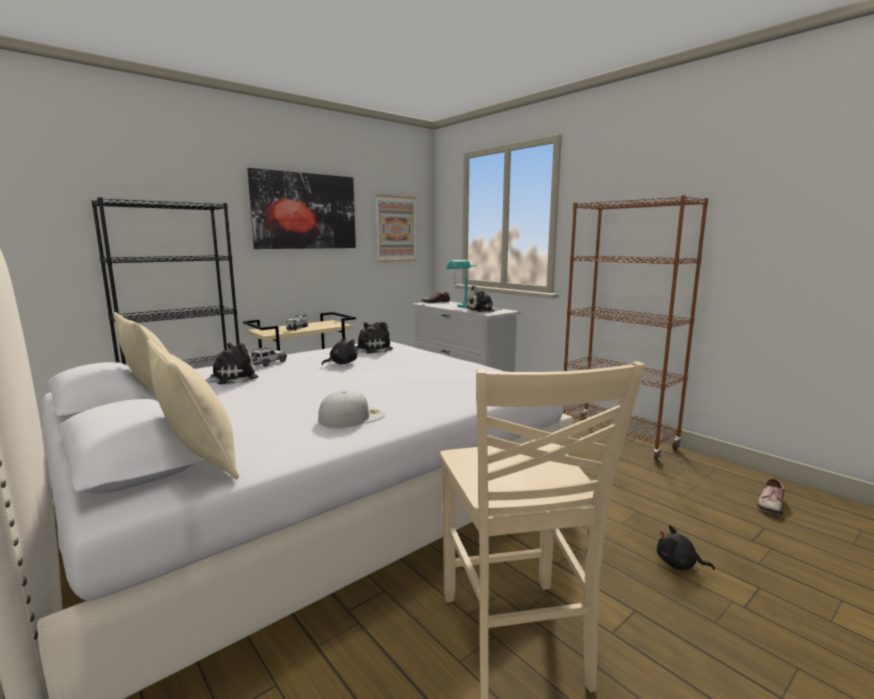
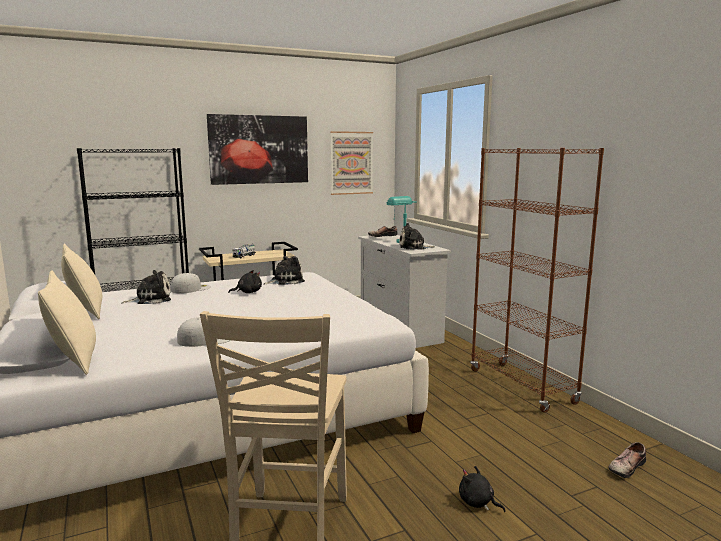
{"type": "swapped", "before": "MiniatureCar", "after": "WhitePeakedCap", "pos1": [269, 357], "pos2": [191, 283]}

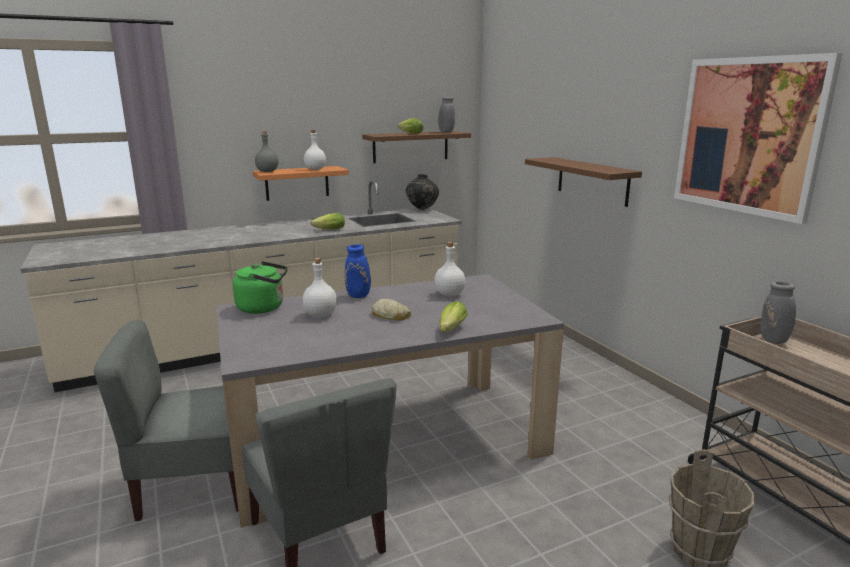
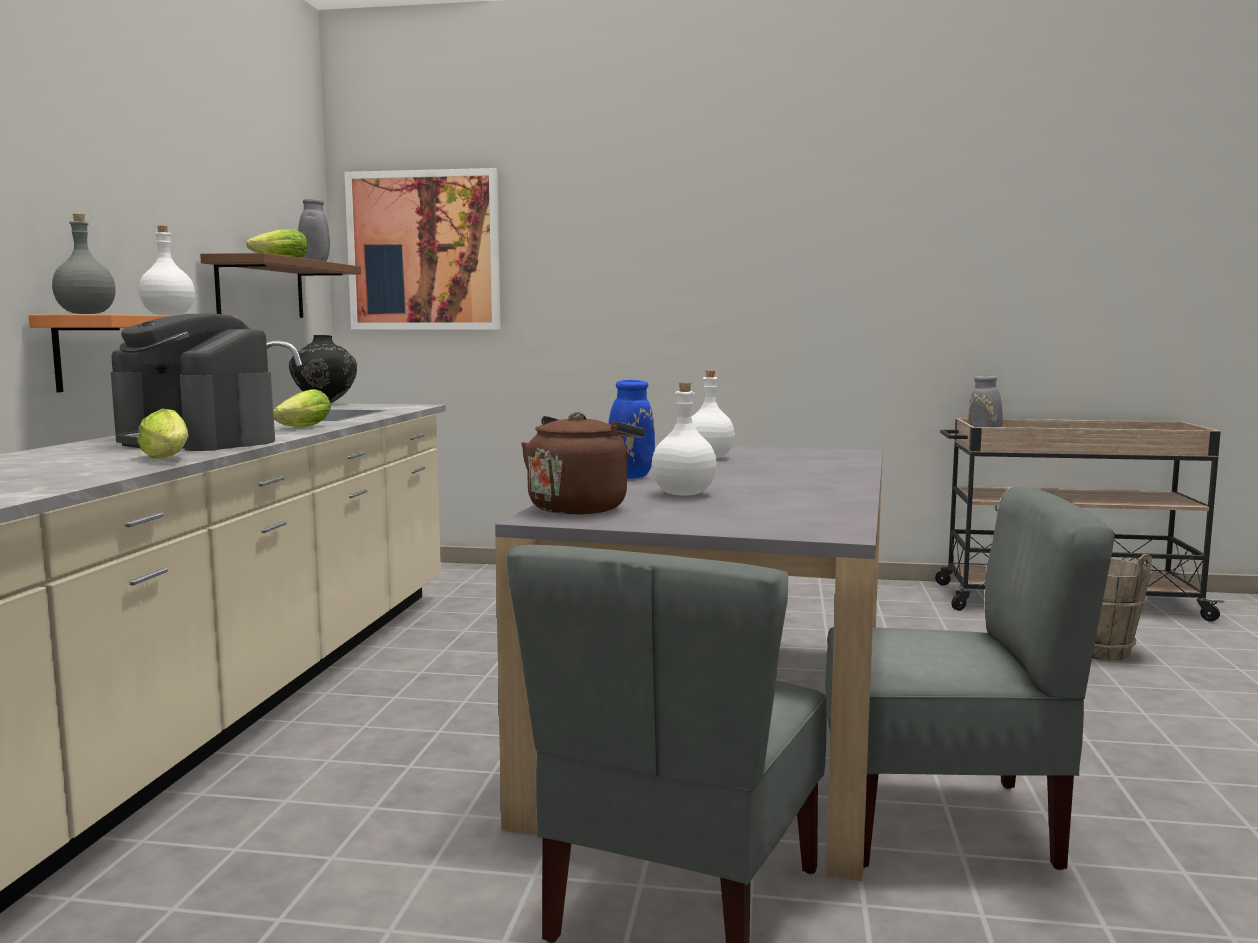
{"type": "new", "after": "CoffeeMaker", "pos2": [193, 382]}
{"type": "shifted", "before": "Lettuce", "pos1": [453, 316], "pos2": [163, 433]}
{"type": "shifted", "before": "WallPicture", "pos1": [758, 138], "pos2": [423, 248]}
{"type": "repainted", "before": "GreenishKettle", "after": "BrownColouredKettle", "pos1": [260, 287], "pos2": [583, 463]}
{"type": "gone", "before": "Bread", "pos1": [391, 310]}
{"type": "gone", "before": "BrownColouredBracketShelf", "pos1": [583, 182]}

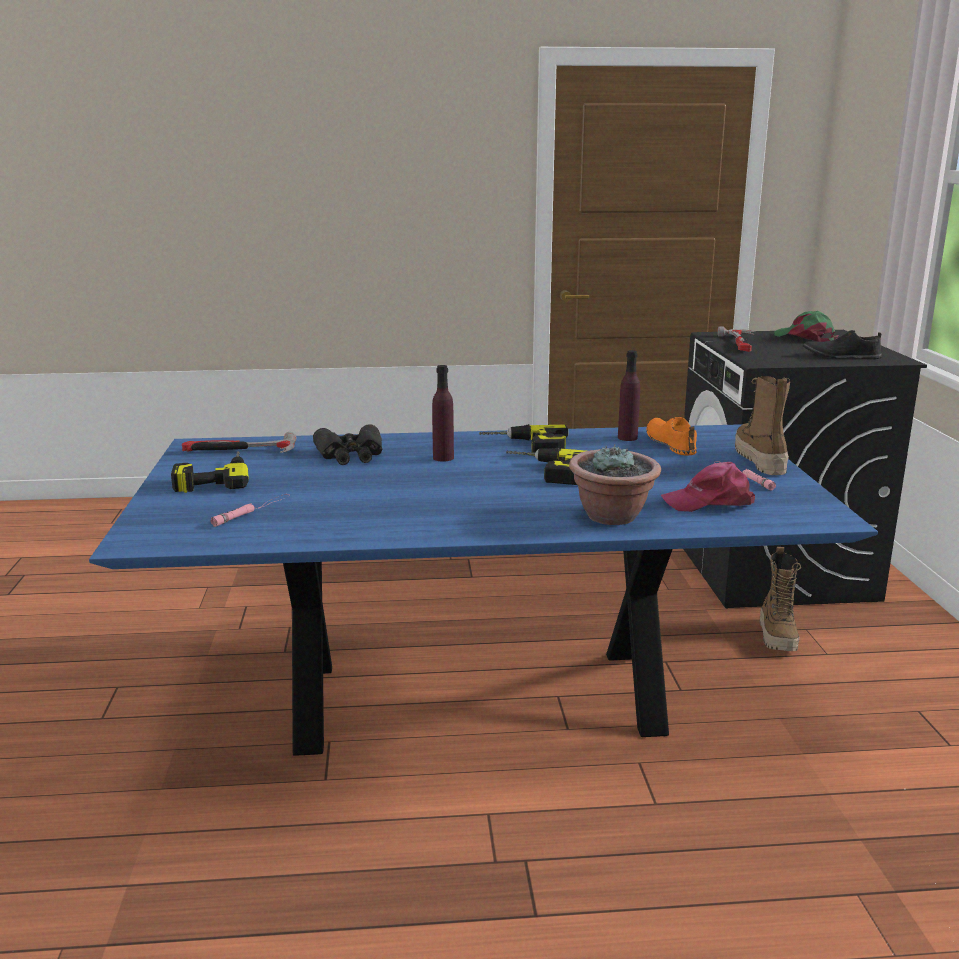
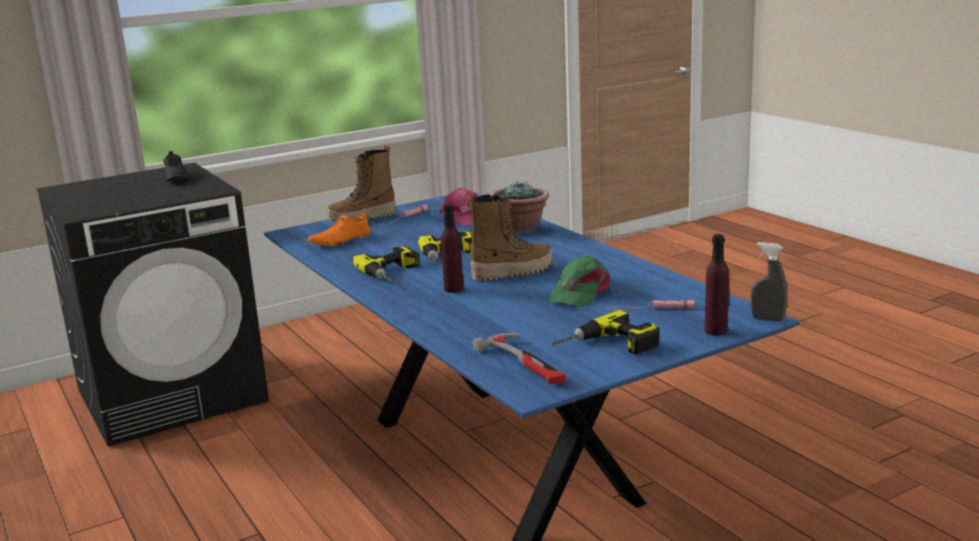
{"type": "shifted", "before": "HighTopBoot", "pos1": [780, 599], "pos2": [510, 237]}
{"type": "shifted", "before": "GreenishPeakedCap", "pos1": [806, 326], "pos2": [578, 281]}
{"type": "shifted", "before": "PurpleBeverageBottle", "pos1": [629, 395], "pos2": [717, 285]}
{"type": "new", "after": "GreyishHandSprayer", "pos2": [768, 282]}
{"type": "gone", "before": "BlackishFieldGlasses", "pos1": [347, 444]}
{"type": "gone", "before": "Hammer", "pos1": [736, 339]}

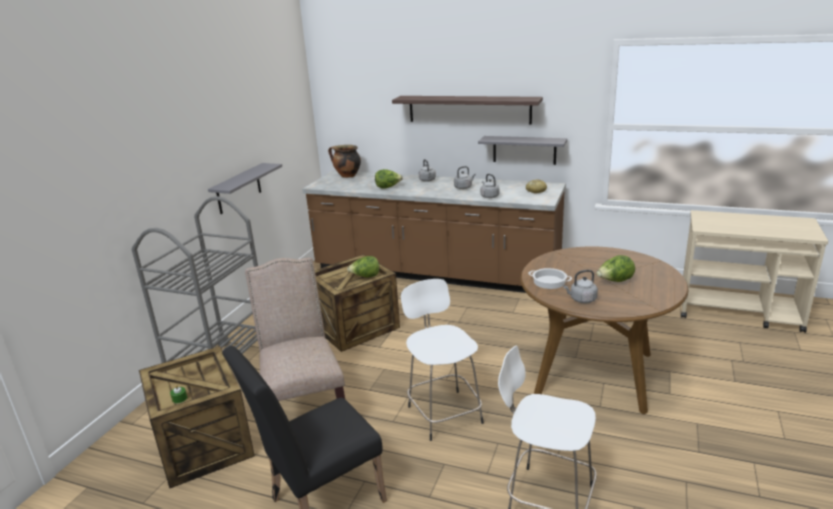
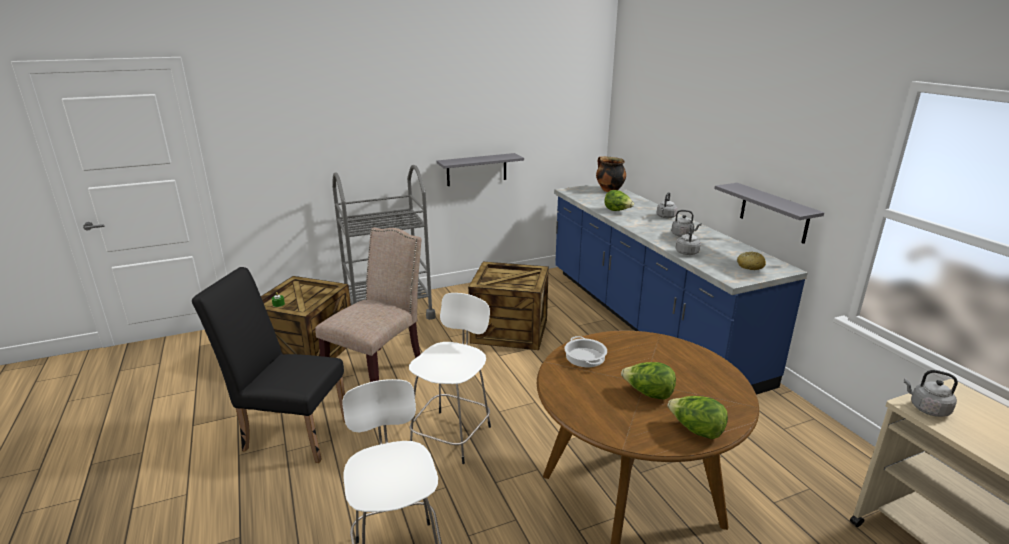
{"type": "repainted", "before": "BrownColouredCounter", "after": "BlueColouredCounter", "pos1": [434, 231], "pos2": [681, 289]}
{"type": "shifted", "before": "Lettuce", "pos1": [363, 266], "pos2": [698, 417]}
{"type": "shifted", "before": "GreyishKettle", "pos1": [581, 286], "pos2": [931, 393]}
{"type": "gone", "before": "BracketShelf", "pos1": [467, 110]}

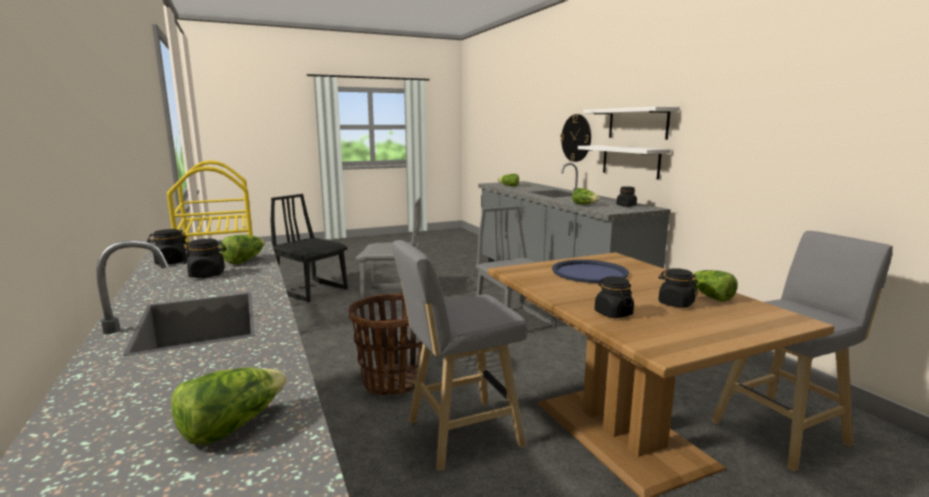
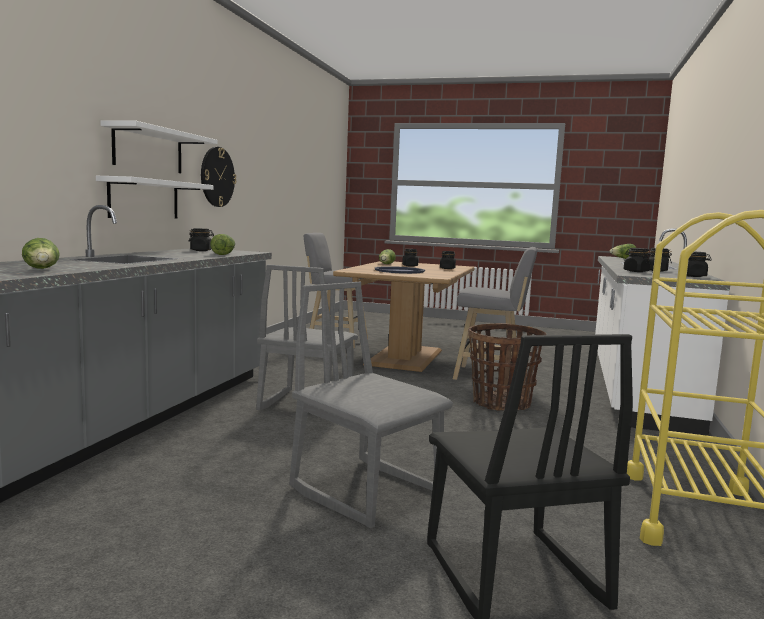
{"type": "shifted", "before": "HangingClock", "pos1": [575, 138], "pos2": [218, 177]}
{"type": "swapped", "before": "Lettuce", "after": "BlackishPreserveJar", "pos1": [242, 249], "pos2": [637, 260]}

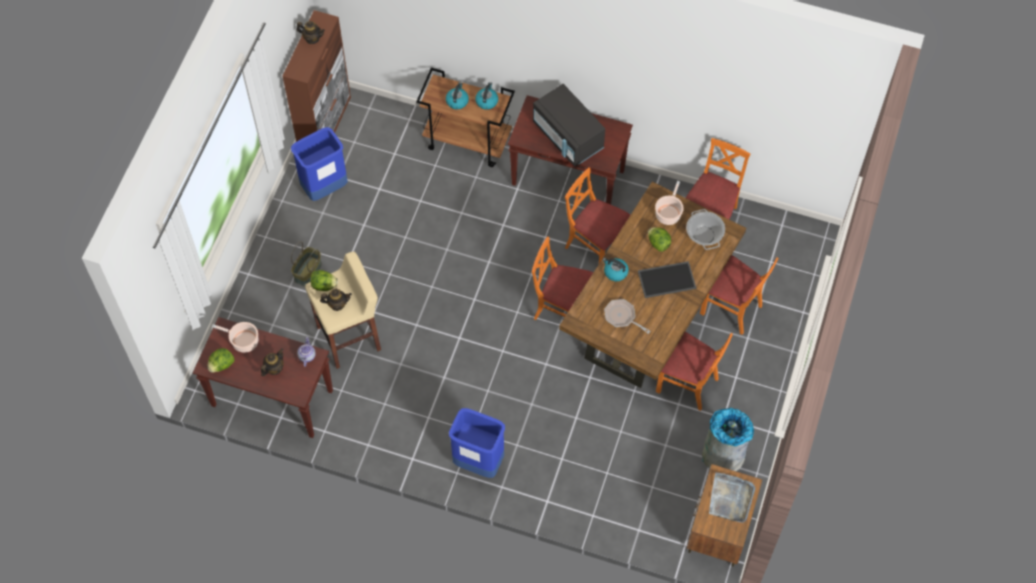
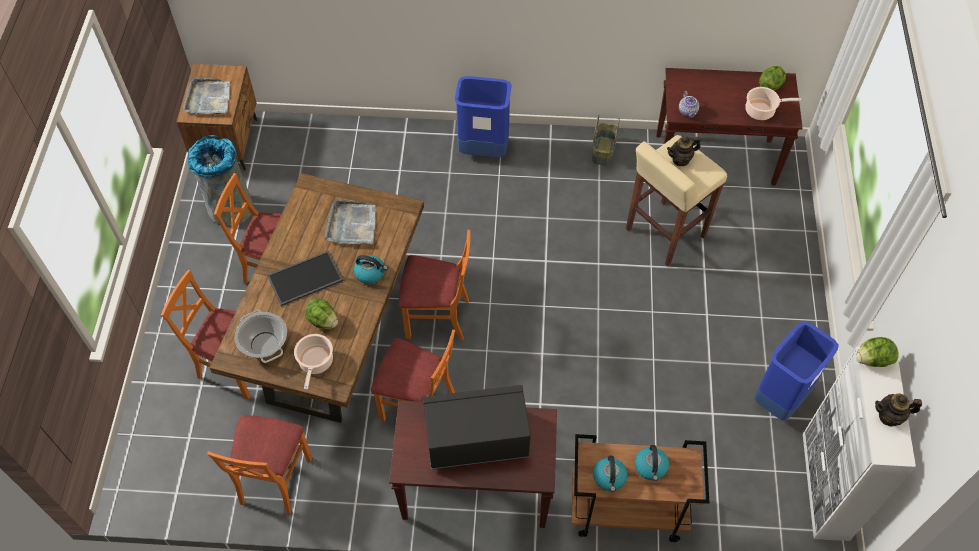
{"type": "swapped", "before": "FryingPan", "after": "GreyishServingTray", "pos1": [627, 316], "pos2": [349, 222]}
{"type": "rotated", "before": "BlackishKitchenMicrowave", "pos1": [569, 125], "pos2": [477, 427], "turn": -45}
{"type": "shifted", "before": "StorageBasket", "pos1": [306, 264], "pos2": [606, 140]}
{"type": "repainted", "before": "BrownColouredStorageCabinet", "after": "WhiteStorageCabinet", "pos1": [316, 76], "pos2": [859, 443]}
{"type": "shifted", "before": "Lettuce", "pos1": [324, 280], "pos2": [877, 352]}
{"type": "gone", "before": "Teapot", "pos1": [272, 362]}

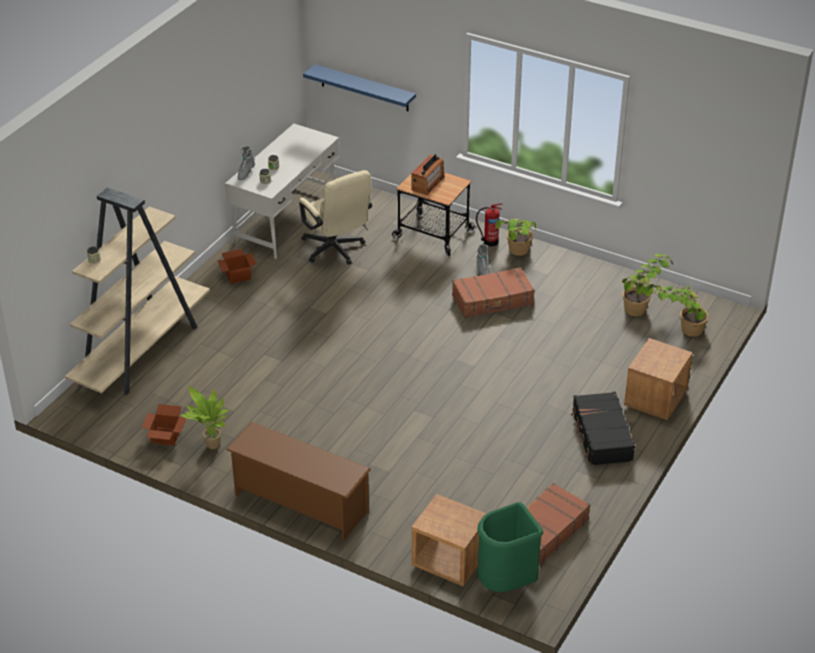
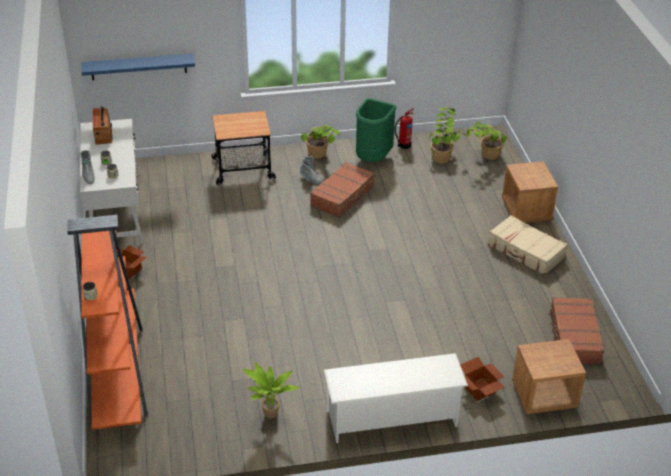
{"type": "repainted", "before": "BeigeColouredBookcase", "after": "OrangeyBookcase", "pos1": [137, 291], "pos2": [107, 322]}
{"type": "shifted", "before": "RadioSet", "pos1": [428, 174], "pos2": [102, 125]}
{"type": "repainted", "before": "BrownColouredShoeStand", "after": "WhiteShoeStand", "pos1": [298, 481], "pos2": [396, 398]}
{"type": "shifted", "before": "GreenishTrashCan", "pos1": [510, 547], "pos2": [376, 130]}
{"type": "shifted", "before": "FireFightingCylinder", "pos1": [489, 224], "pos2": [404, 128]}
{"type": "shifted", "before": "CardboardBox", "pos1": [164, 425], "pos2": [482, 379]}
{"type": "repainted", "before": "BlackishPieceOfLuggage", "after": "BeigeColouredPieceOfLuggage", "pos1": [603, 429], "pos2": [528, 245]}
{"type": "gone", "before": "BeigeColouredDeskChair", "pos1": [335, 217]}

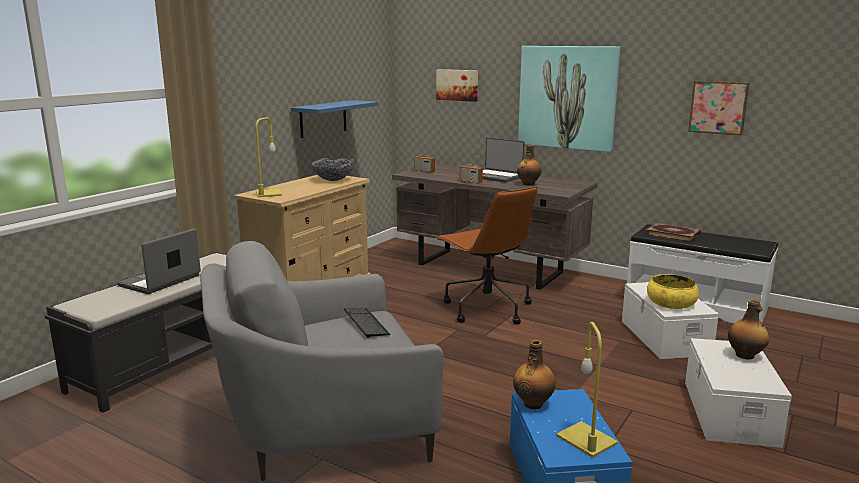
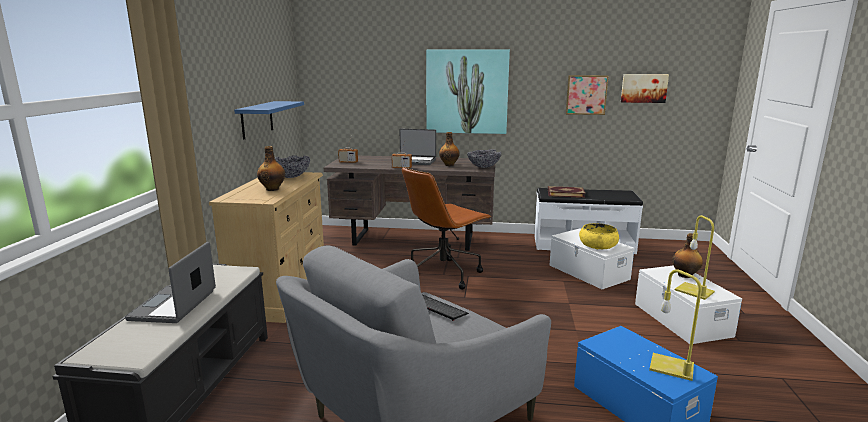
{"type": "shifted", "before": "BeverageBottle", "pos1": [534, 374], "pos2": [271, 168]}
{"type": "rotated", "before": "BrownColouredDeskChair", "pos1": [487, 255], "pos2": [446, 228], "turn": 105}
{"type": "new", "after": "Bowl", "pos2": [484, 158]}
{"type": "shifted", "before": "WallPicture", "pos1": [457, 85], "pos2": [645, 88]}
{"type": "shifted", "before": "YellowishLampForATable", "pos1": [268, 157], "pos2": [695, 257]}

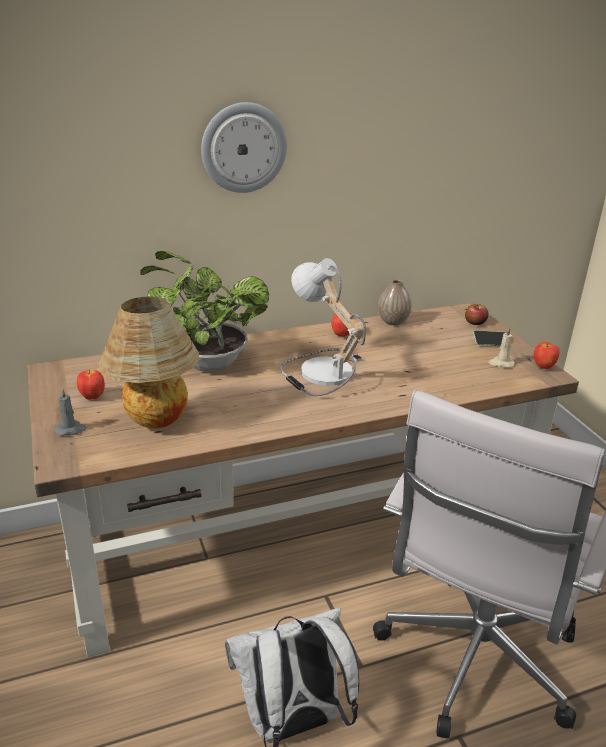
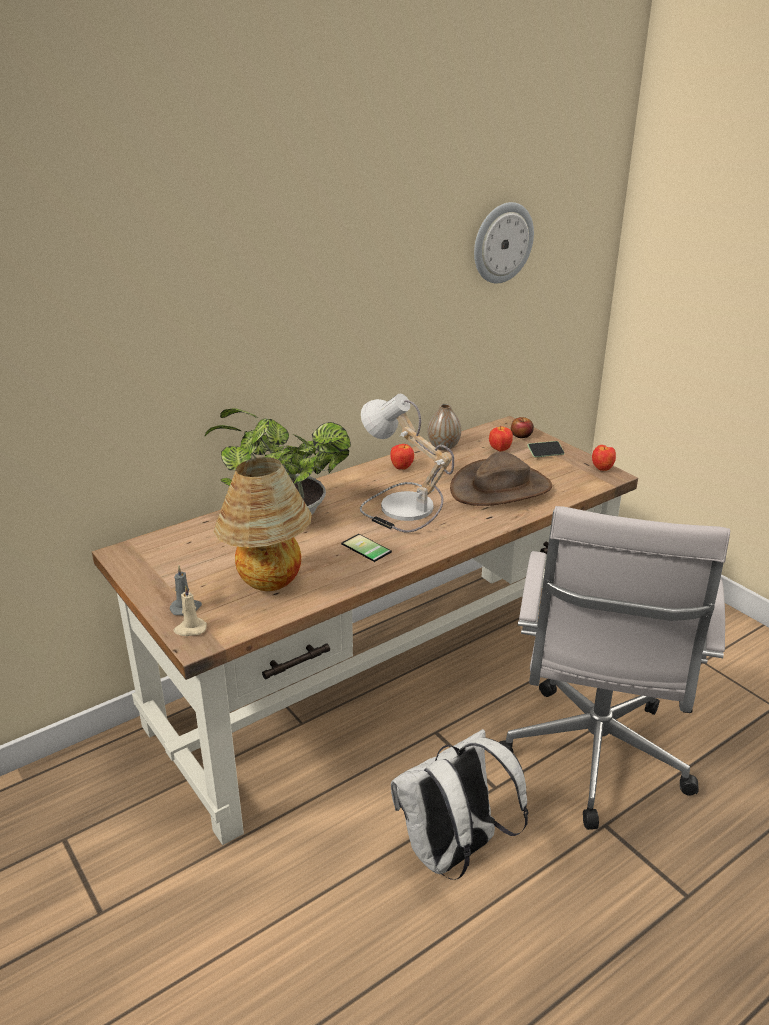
{"type": "shifted", "before": "BeigeColouredCandle", "pos1": [502, 347], "pos2": [190, 610]}
{"type": "new", "after": "Handset", "pos2": [366, 548]}
{"type": "new", "after": "BrownColouredWearableHat", "pos2": [501, 479]}
{"type": "shifted", "before": "HangingClock", "pos1": [244, 147], "pos2": [504, 242]}
{"type": "shifted", "before": "AppleFruit", "pos1": [91, 384], "pos2": [501, 439]}

